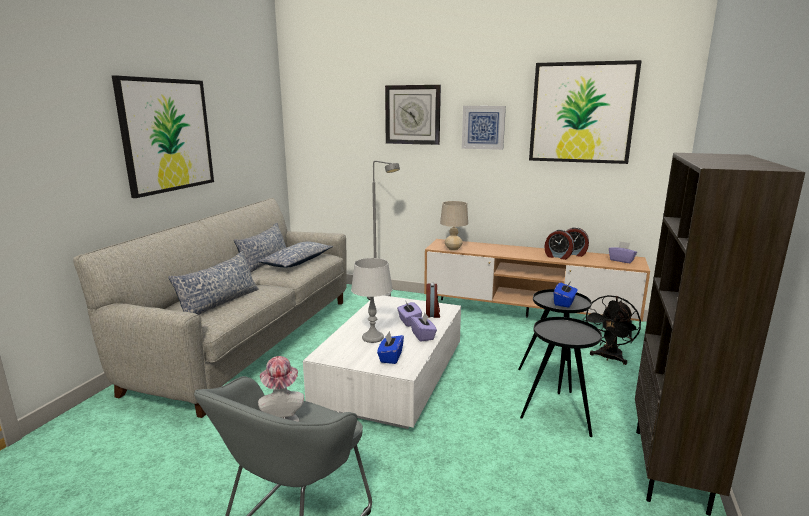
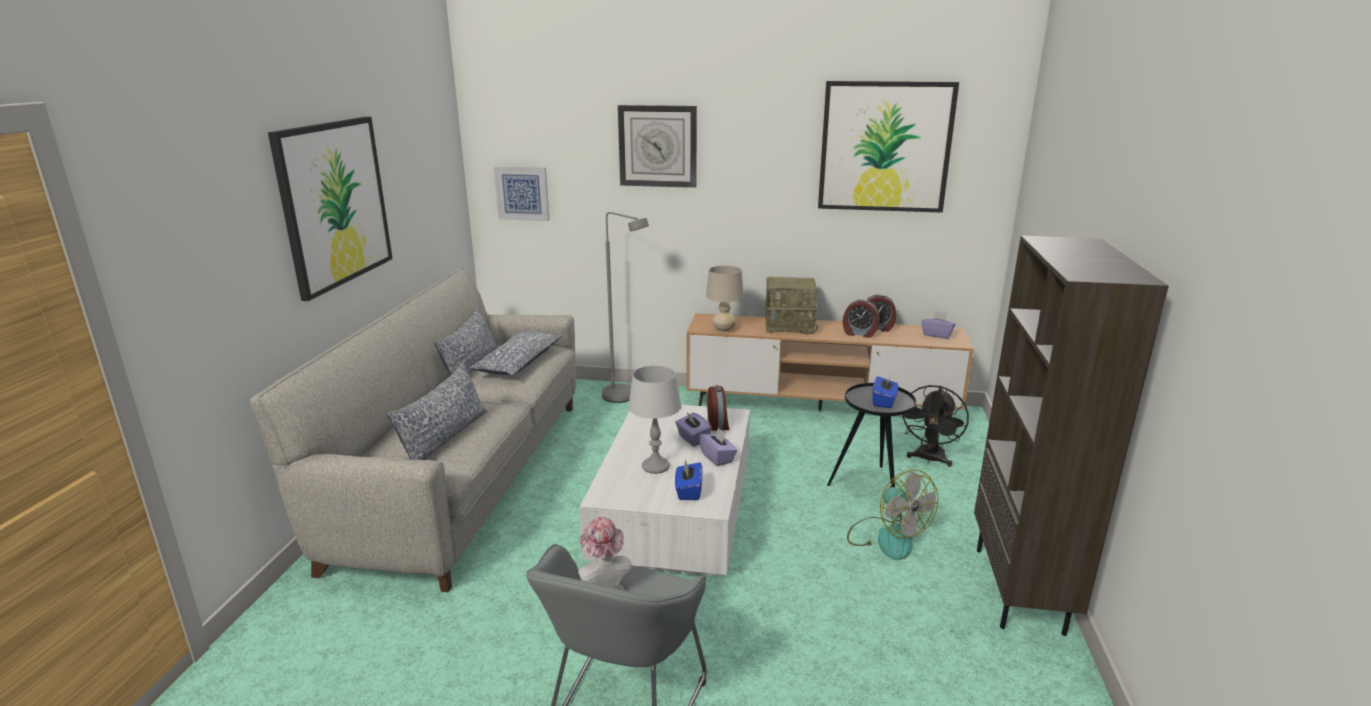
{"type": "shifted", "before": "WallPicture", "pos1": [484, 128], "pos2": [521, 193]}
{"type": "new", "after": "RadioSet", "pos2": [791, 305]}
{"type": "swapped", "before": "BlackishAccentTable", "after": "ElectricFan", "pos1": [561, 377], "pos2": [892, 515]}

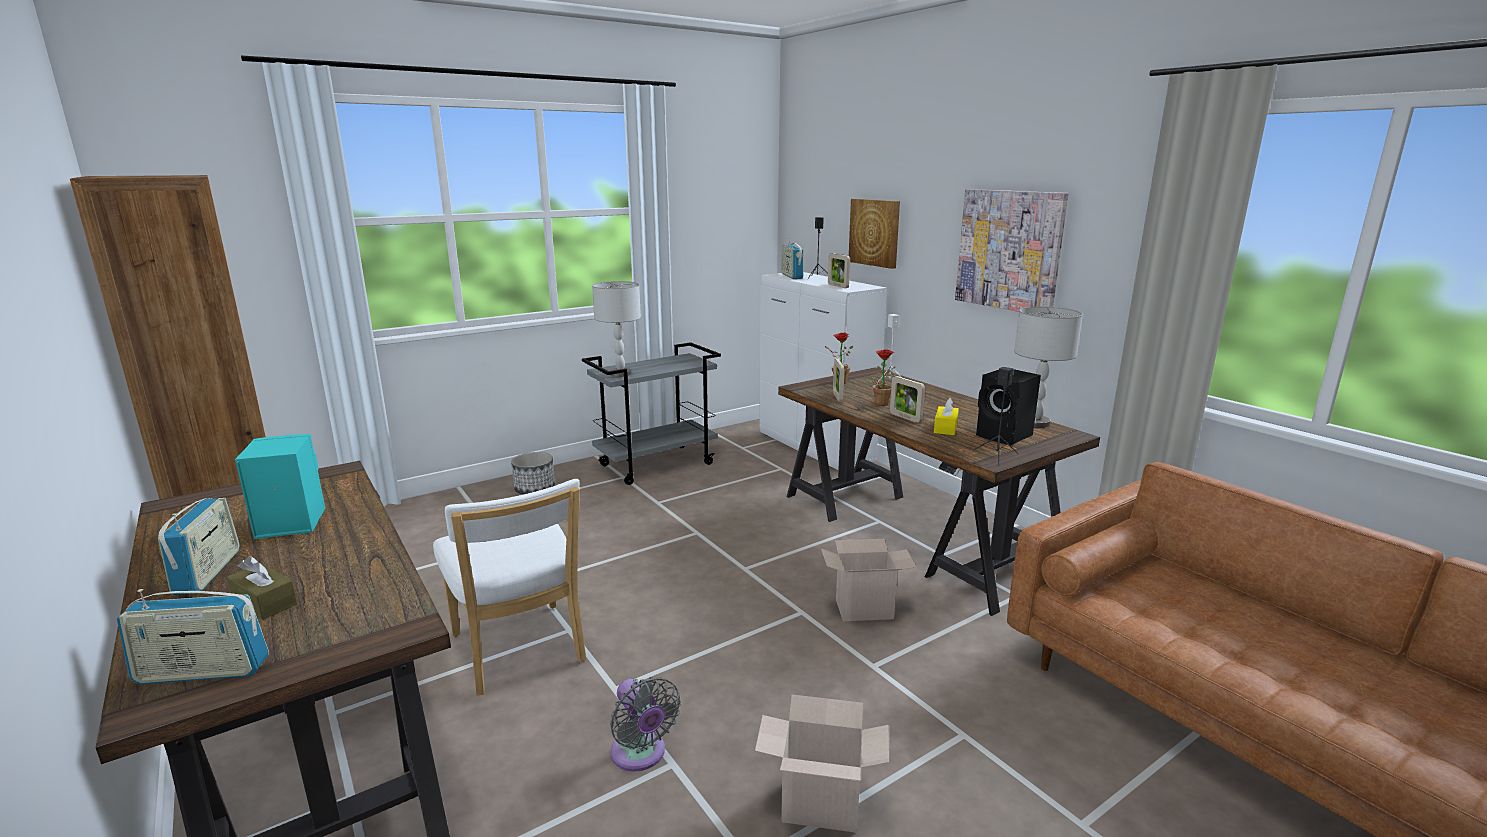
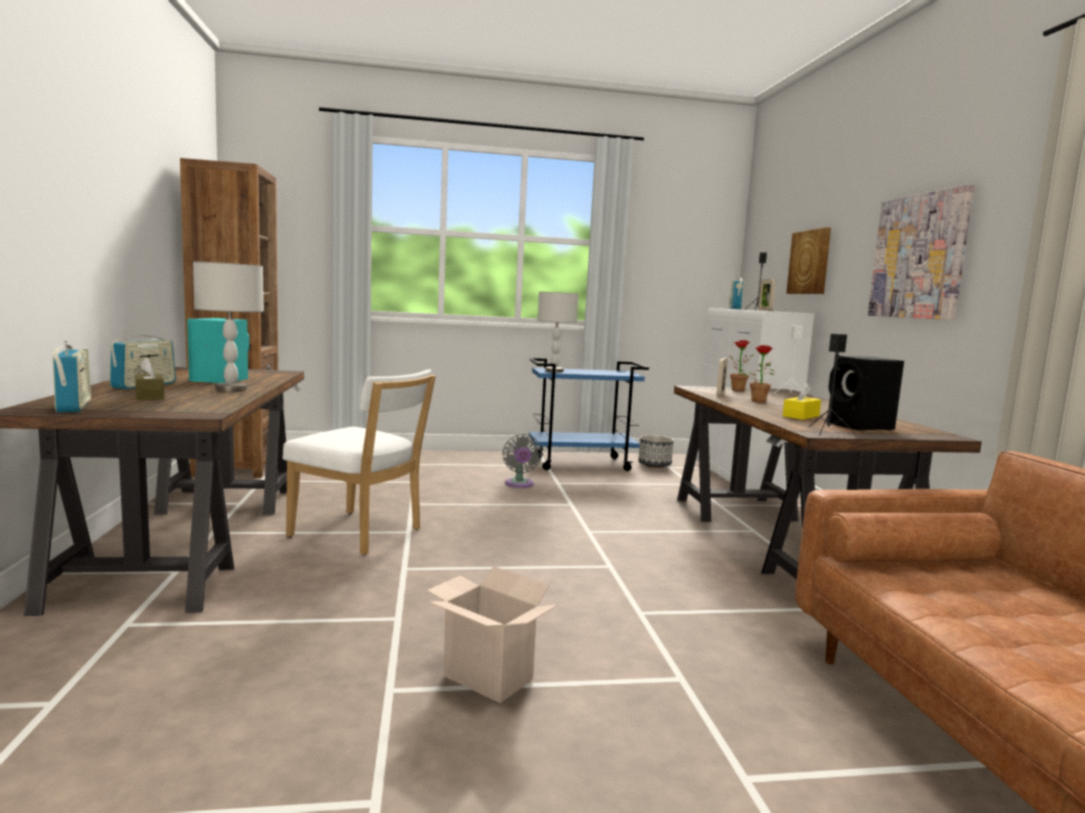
{"type": "rotated", "before": "RadioSet", "pos1": [193, 637], "pos2": [71, 376], "turn": -135}
{"type": "shifted", "before": "GreyishLampForATable", "pos1": [1048, 367], "pos2": [228, 327]}
{"type": "rotated", "before": "WhiteChair", "pos1": [509, 587], "pos2": [359, 462], "turn": -60}
{"type": "shifted", "before": "GreyishElectricFan", "pos1": [645, 724], "pos2": [522, 461]}
{"type": "repainted", "before": "GreyishTrolley", "after": "BlueColouredTrolley", "pos1": [651, 413], "pos2": [589, 414]}
{"type": "shifted", "before": "Planter", "pos1": [533, 473], "pos2": [656, 451]}
{"type": "gone", "before": "CardboardBox", "pos1": [868, 580]}
{"type": "gone", "before": "PhotoFrame", "pos1": [907, 399]}

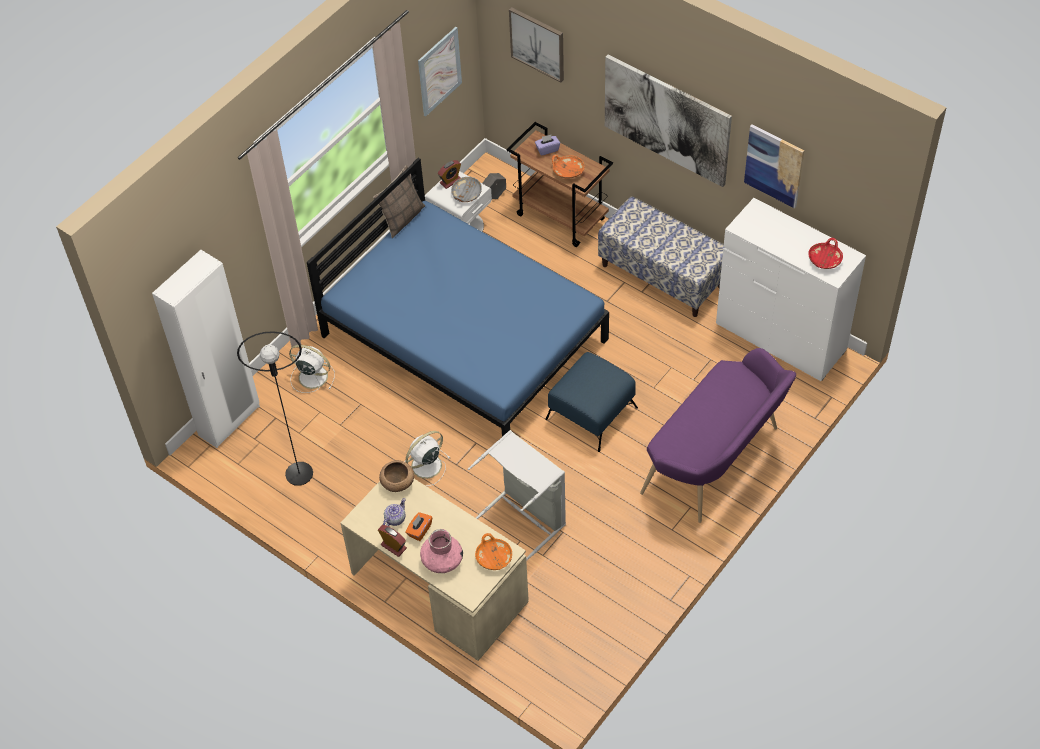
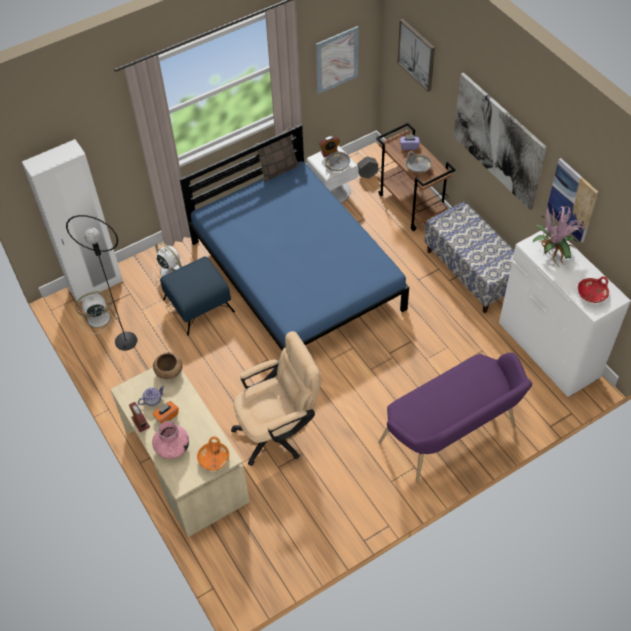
{"type": "shifted", "before": "WhiteElectricFan", "pos1": [427, 458], "pos2": [96, 312]}
{"type": "shifted", "before": "BlueColouredOttoman", "pos1": [591, 402], "pos2": [197, 296]}
{"type": "swapped", "before": "GreyishWashingBasket", "after": "BeigeColouredDeskChair", "pos1": [517, 495], "pos2": [276, 398]}
{"type": "repainted", "before": "OrangeyBowl", "after": "GreyishBowl", "pos1": [568, 166], "pos2": [419, 162]}
{"type": "new", "after": "PottedPlant", "pos2": [560, 236]}

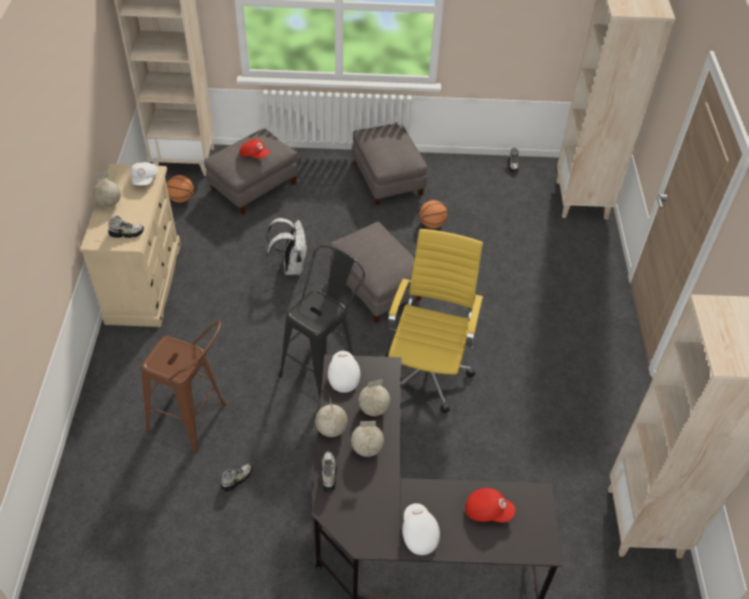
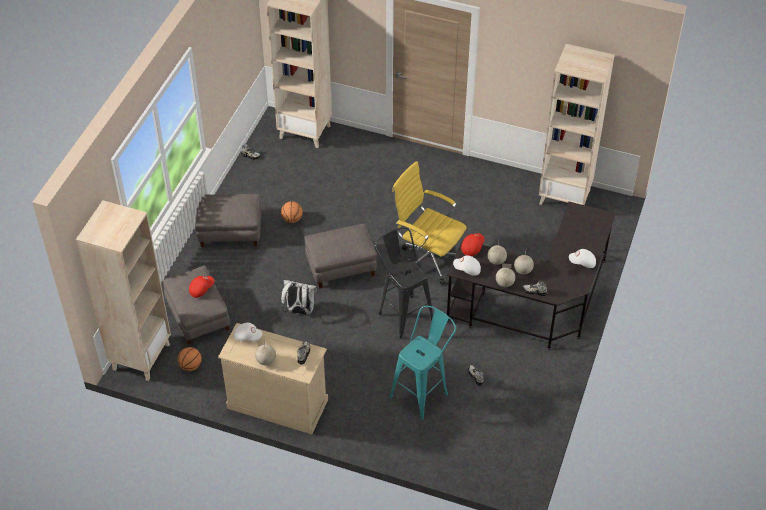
{"type": "repainted", "before": "BrownColouredStoolSeat", "after": "BlueGreenStoolSeat", "pos1": [183, 386], "pos2": [422, 363]}
{"type": "shifted", "before": "RedColouredPeakedCap", "pos1": [490, 505], "pos2": [473, 244]}

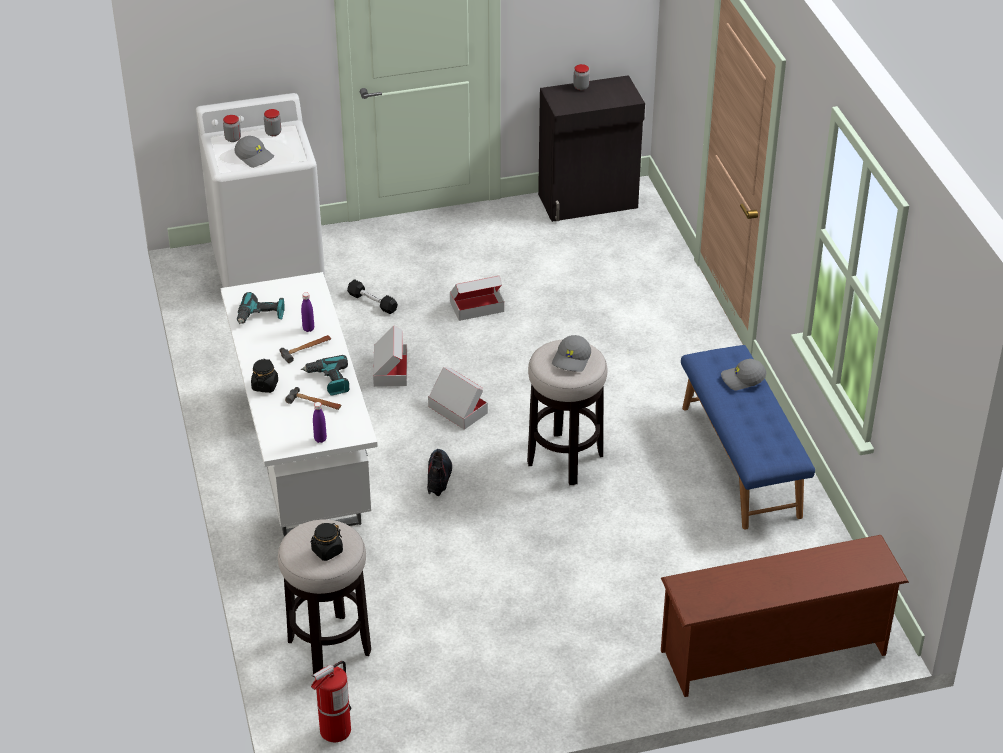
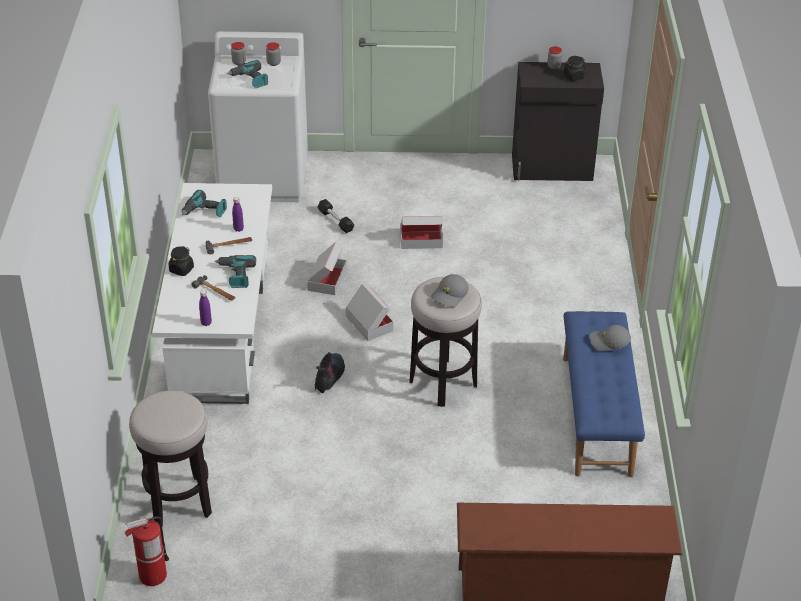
{"type": "swapped", "before": "GreyishPeakedCap", "after": "Drill", "pos1": [254, 152], "pos2": [247, 74]}
{"type": "shifted", "before": "BlackishPreserveJar", "pos1": [327, 542], "pos2": [574, 68]}

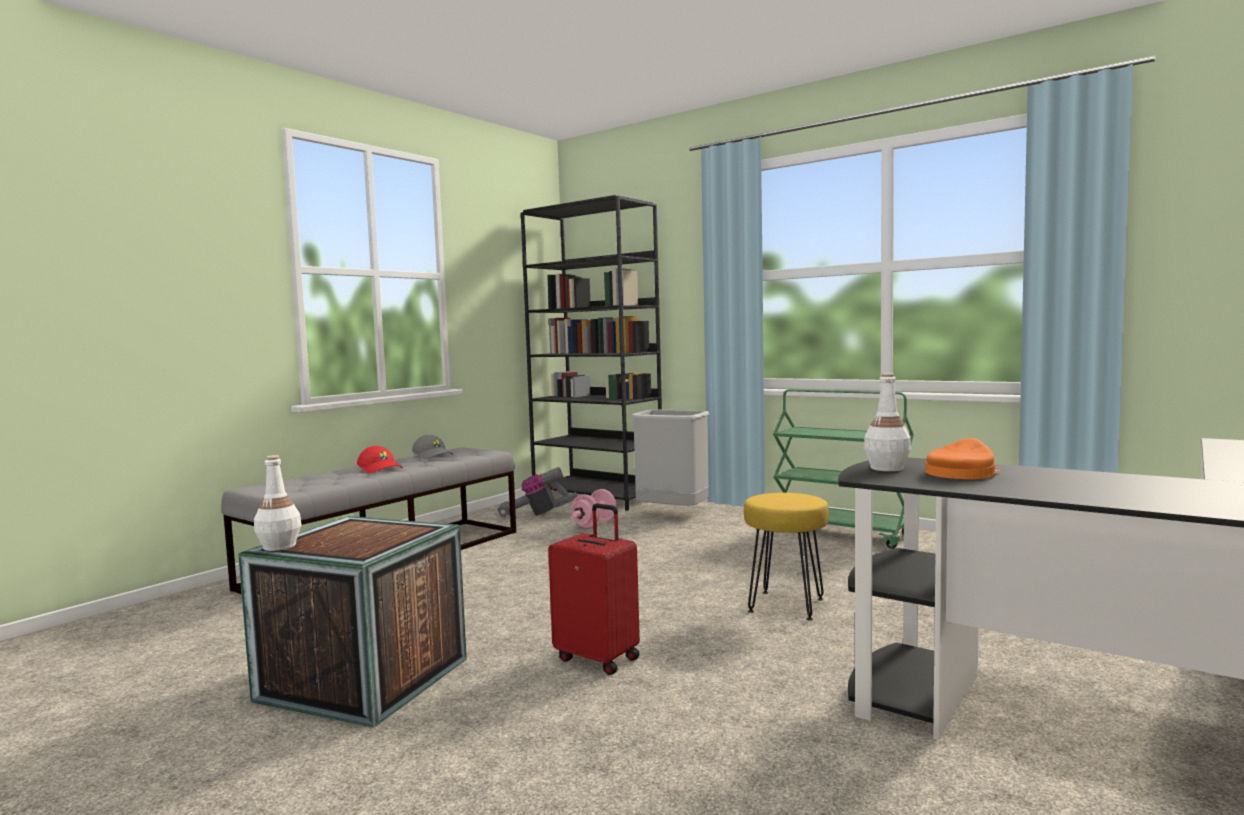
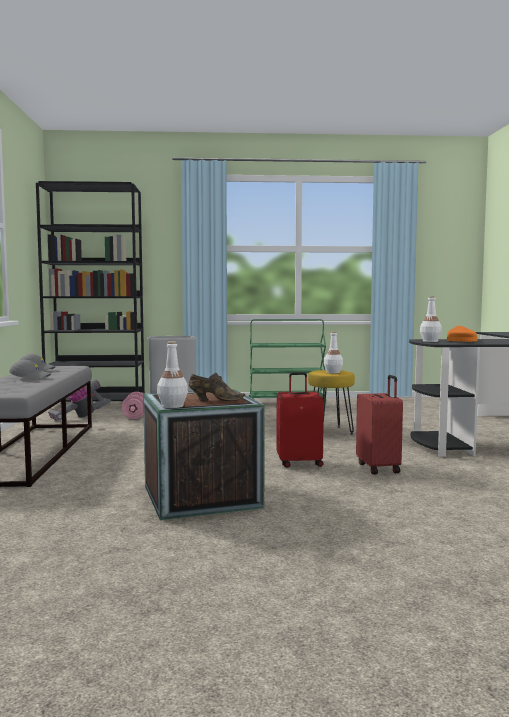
{"type": "repainted", "before": "RedColouredPeakedCap", "after": "GreyishPeakedCap", "pos1": [380, 459], "pos2": [30, 370]}
{"type": "new", "after": "BrownColouredShoe", "pos2": [217, 387]}
{"type": "new", "after": "WhiteBeverageBottle", "pos2": [333, 352]}
{"type": "new", "after": "RedColouredPieceOfLuggage", "pos2": [379, 425]}

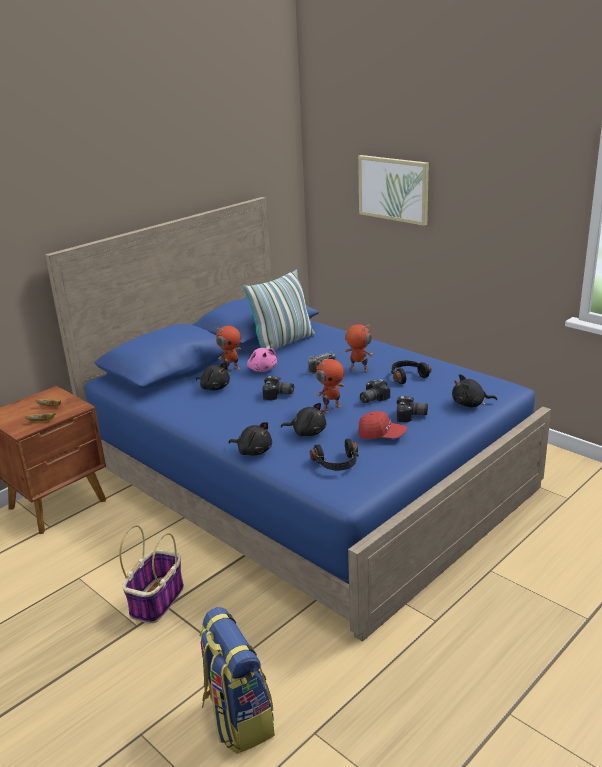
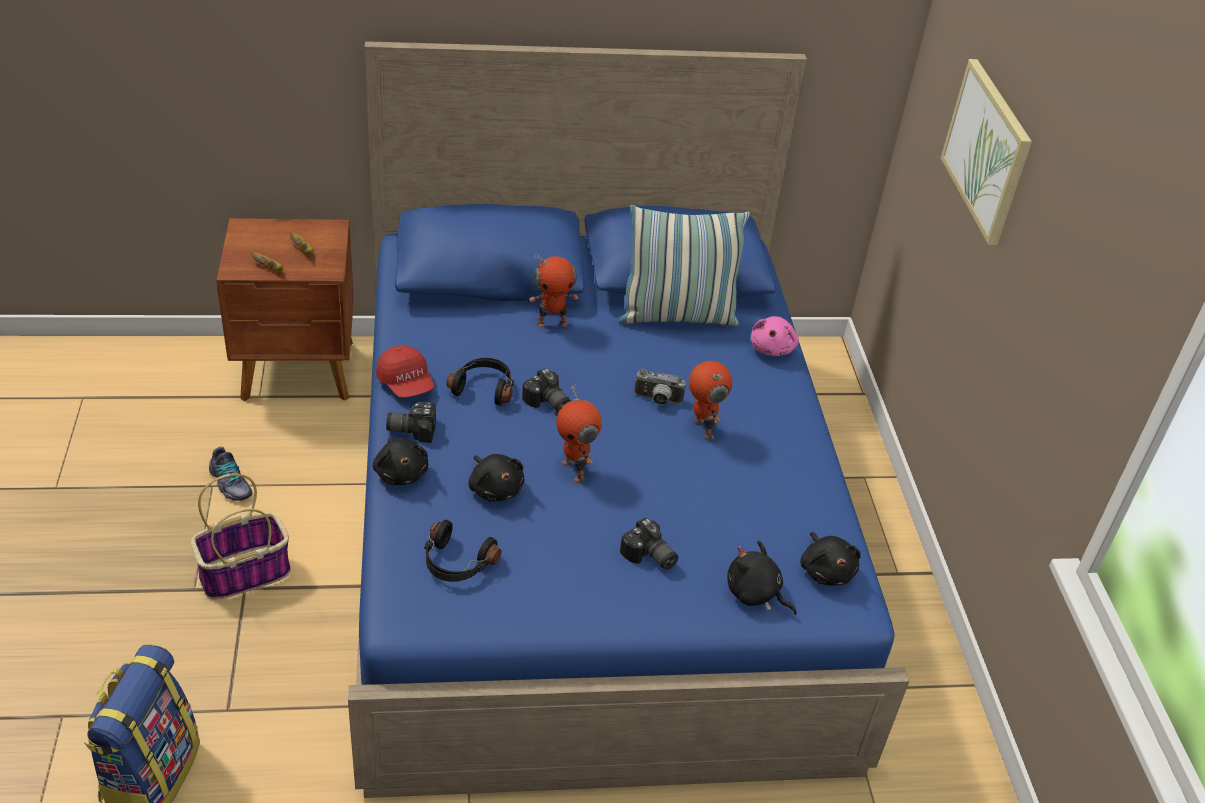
{"type": "new", "after": "Shoe", "pos2": [231, 474]}
{"type": "shifted", "before": "RedColouredPeakedCap", "pos1": [383, 425], "pos2": [405, 371]}
{"type": "shifted", "before": "PhotoCamera", "pos1": [375, 391], "pos2": [411, 422]}
{"type": "shifted", "before": "BlackishHeadphones", "pos1": [411, 372], "pos2": [480, 382]}
{"type": "rotated", "before": "ToyRobot", "pos1": [330, 386], "pos2": [579, 434], "turn": 60}
{"type": "shifted", "before": "PinkColouredCuddlyToy", "pos1": [262, 360], "pos2": [775, 336]}
{"type": "shifted", "before": "BlackishCuddlyToy", "pos1": [213, 376], "pos2": [830, 559]}

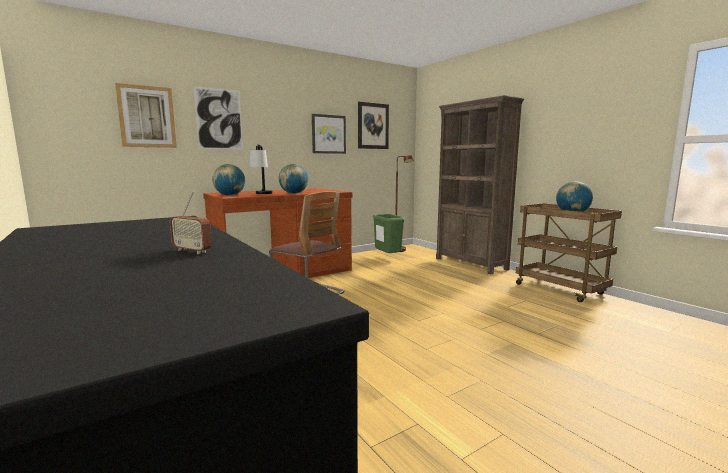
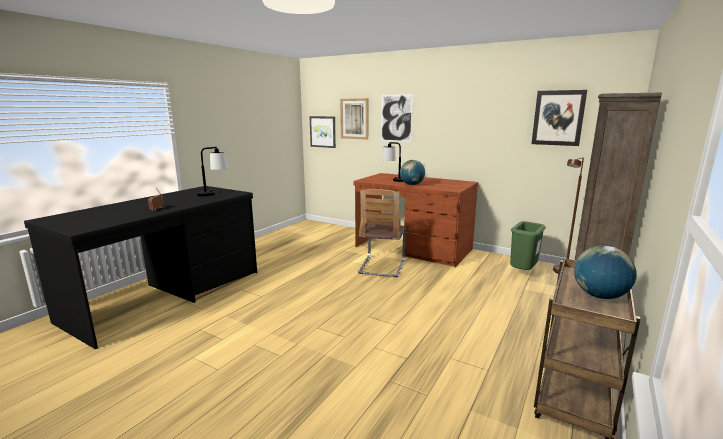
{"type": "new", "after": "LampForATable", "pos2": [212, 171]}
{"type": "shifted", "before": "WallPicture", "pos1": [329, 134], "pos2": [323, 132]}
{"type": "gone", "before": "DeskGlobe", "pos1": [228, 180]}

